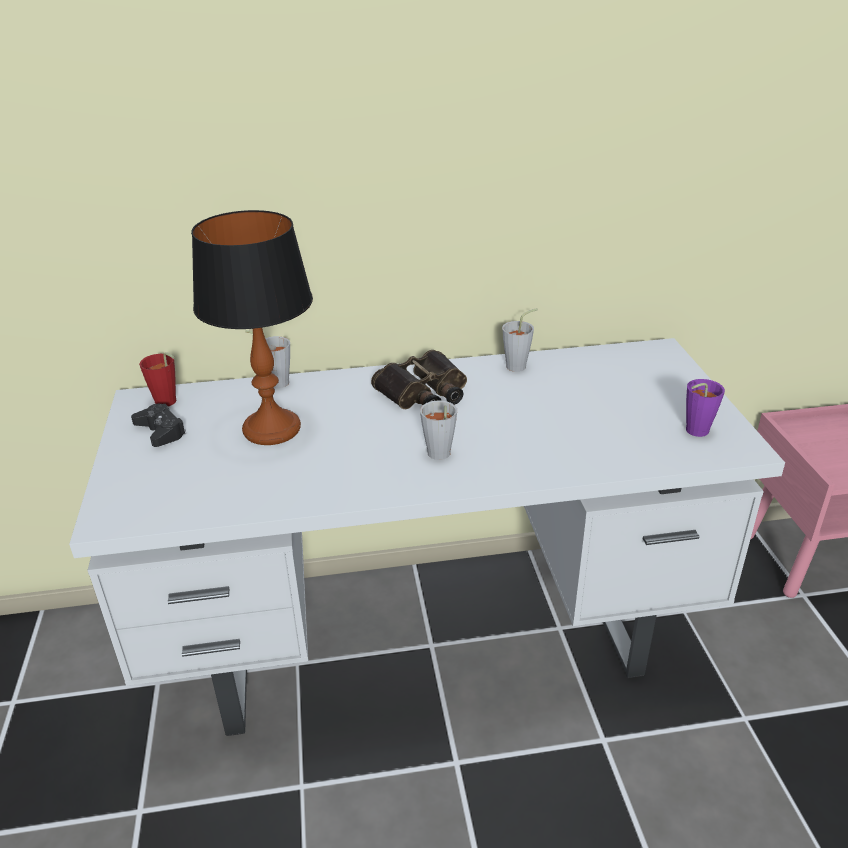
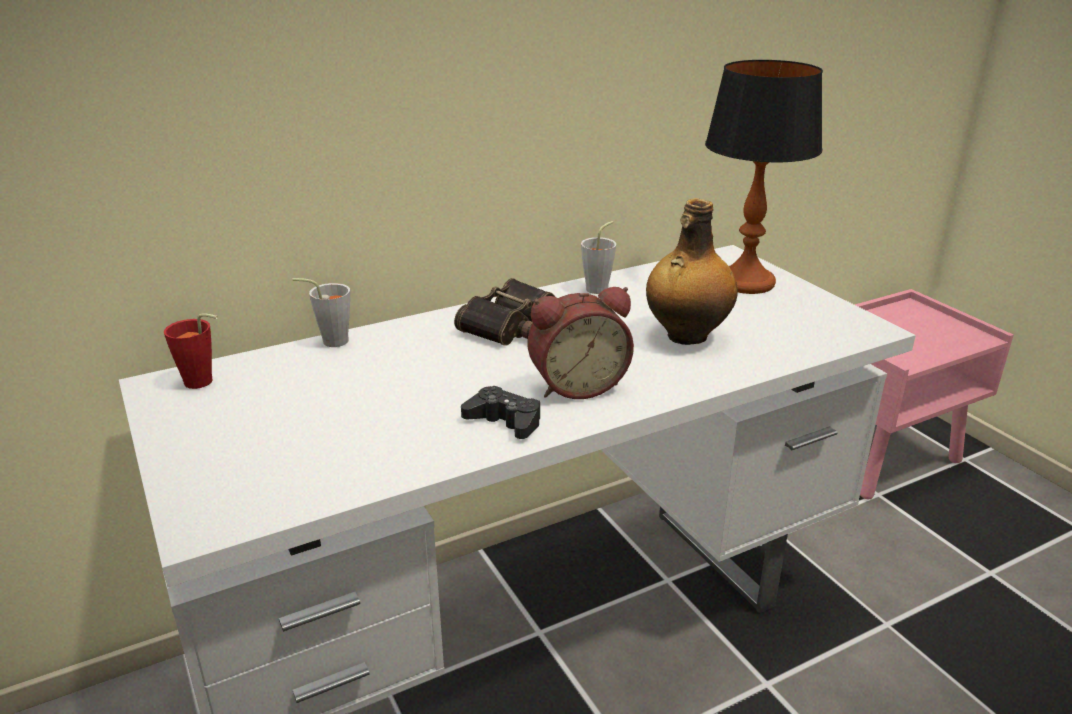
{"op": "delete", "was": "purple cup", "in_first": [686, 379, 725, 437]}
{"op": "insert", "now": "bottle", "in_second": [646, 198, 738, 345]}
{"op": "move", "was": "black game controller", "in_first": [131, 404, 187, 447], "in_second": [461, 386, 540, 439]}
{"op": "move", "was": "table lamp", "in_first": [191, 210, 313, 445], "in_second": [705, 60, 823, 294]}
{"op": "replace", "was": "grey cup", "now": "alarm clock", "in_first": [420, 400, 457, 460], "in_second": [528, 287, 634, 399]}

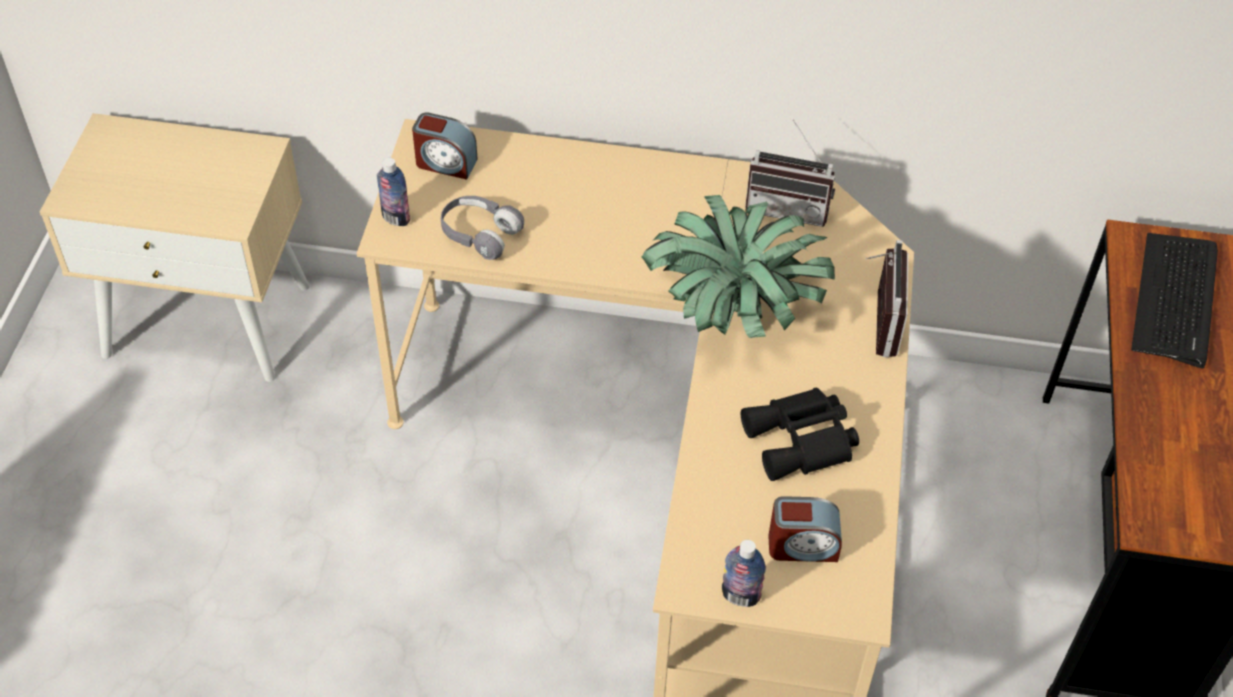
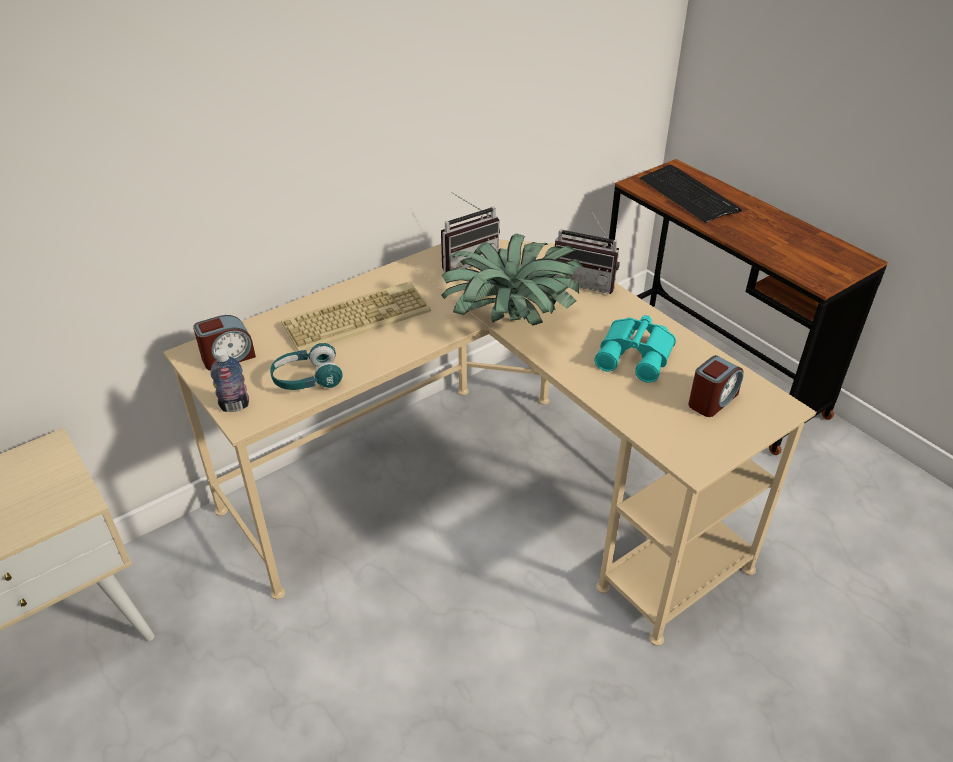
{"op": "delete", "was": "bottle", "in_first": [722, 540, 766, 607]}
{"op": "insert", "now": "keyboard", "in_second": [281, 281, 431, 351]}
{"op": "recolor", "was": "grey headphones", "now": "turquoise headphones", "in_first": [441, 196, 524, 260], "in_second": [270, 343, 343, 390]}
{"op": "recolor", "was": "black binoculars", "now": "turquoise binoculars", "in_first": [741, 388, 859, 481], "in_second": [595, 315, 676, 383]}
{"op": "rotate", "was": "radio", "in_first": [865, 240, 908, 358], "in_second": [553, 208, 620, 294], "clockwise": 150}

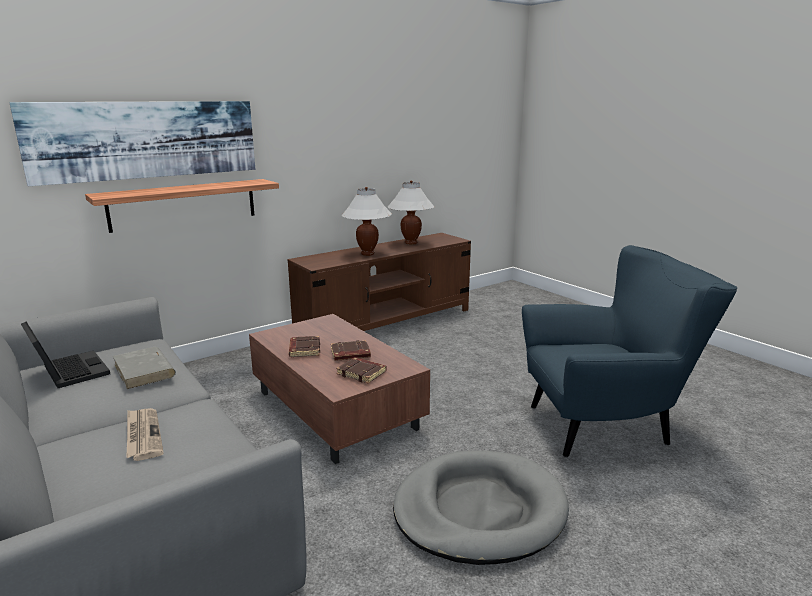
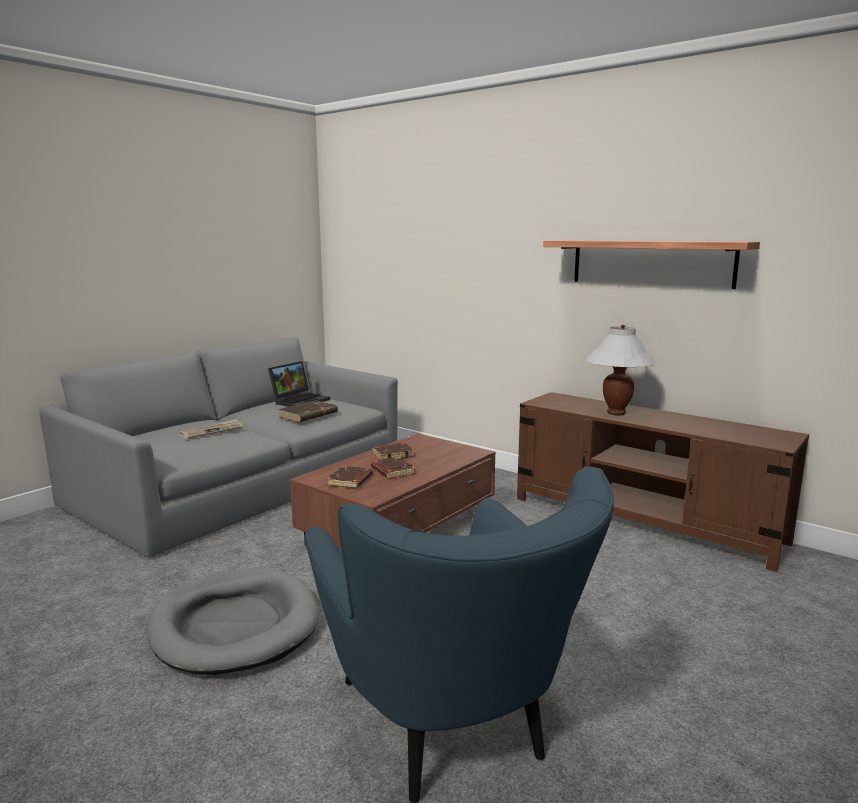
{"op": "delete", "was": "picture", "in_first": [9, 101, 255, 186]}
{"op": "delete", "was": "white table lamp", "in_first": [388, 181, 435, 245]}
{"op": "move", "was": "shelf", "in_first": [85, 179, 279, 233], "in_second": [543, 240, 760, 289]}
{"op": "recolor", "was": "grey book", "now": "brown book", "in_first": [113, 347, 176, 389], "in_second": [278, 400, 338, 422]}

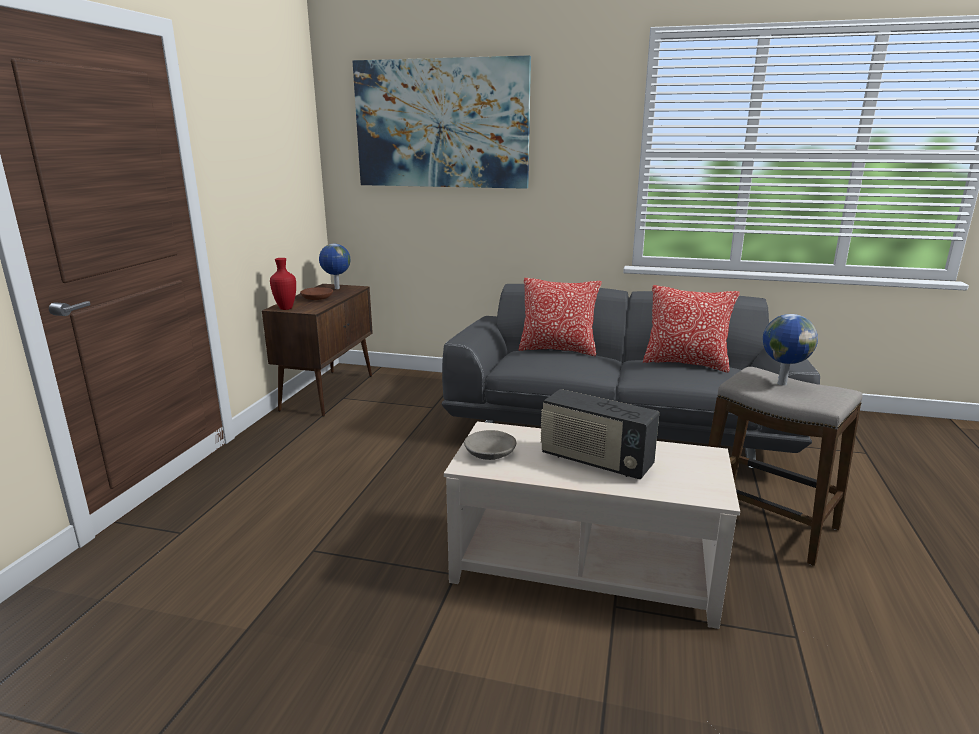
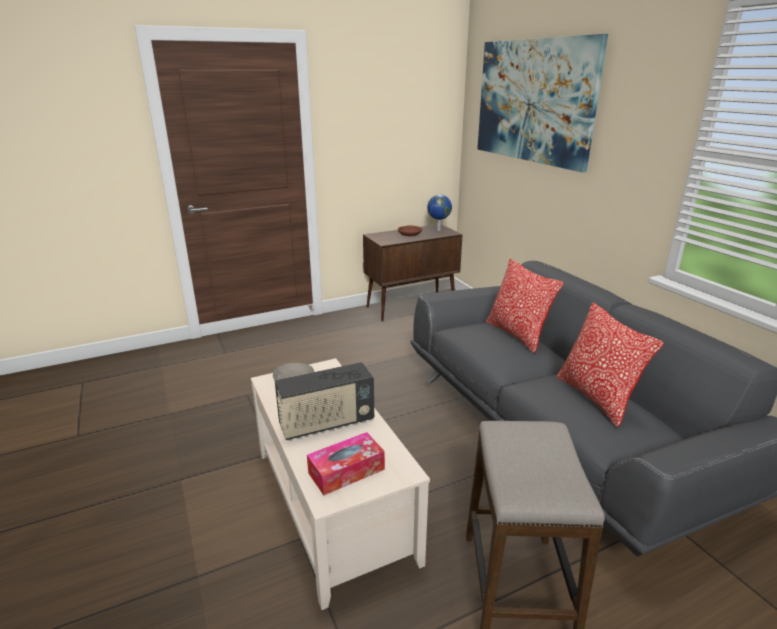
{"op": "delete", "was": "red vase", "in_first": [270, 258, 296, 310]}
{"op": "delete", "was": "globe", "in_first": [763, 314, 818, 386]}
{"op": "insert", "now": "tissue box", "in_second": [307, 432, 385, 495]}
{"op": "rotate", "was": "radio", "in_first": [540, 389, 659, 479], "in_second": [275, 362, 374, 440], "clockwise": -105}

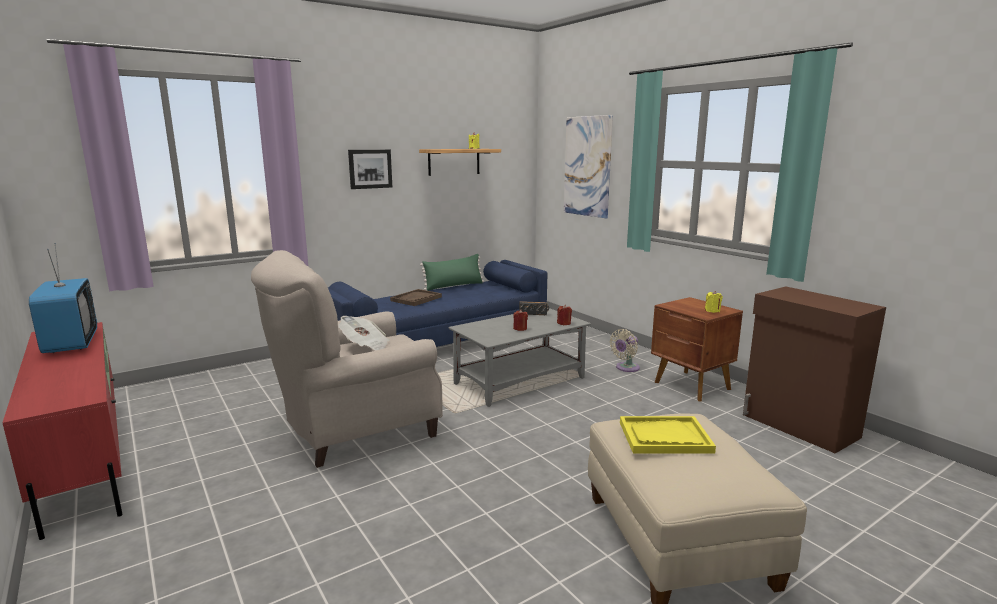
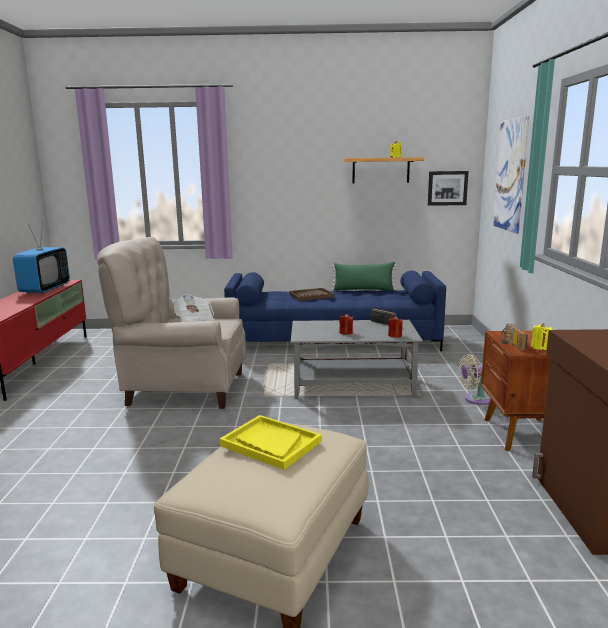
{"op": "insert", "now": "radio", "in_second": [501, 324, 528, 351]}
{"op": "move", "was": "picture", "in_first": [348, 150, 392, 189], "in_second": [428, 171, 469, 206]}

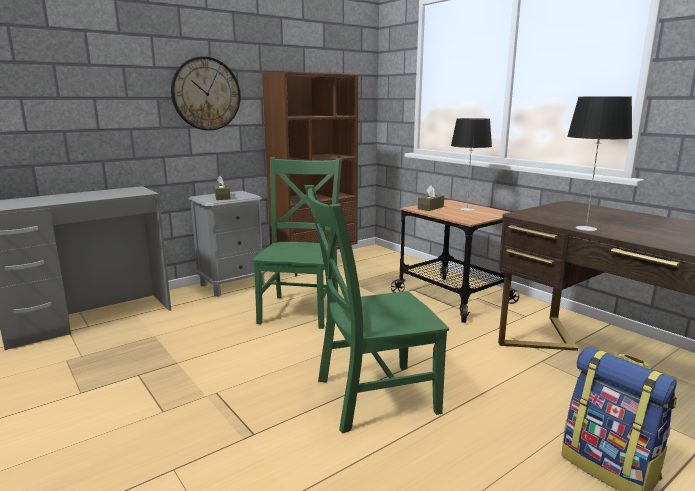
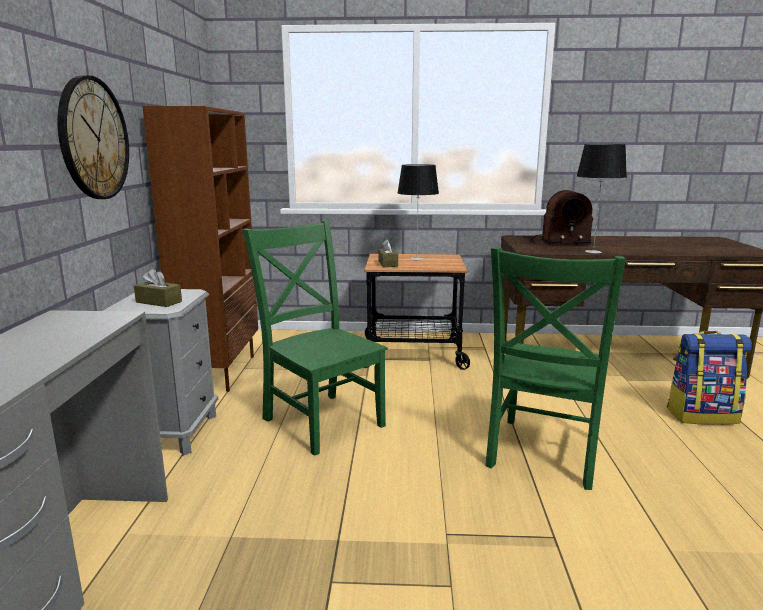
{"op": "insert", "now": "radio", "in_second": [523, 190, 593, 245]}

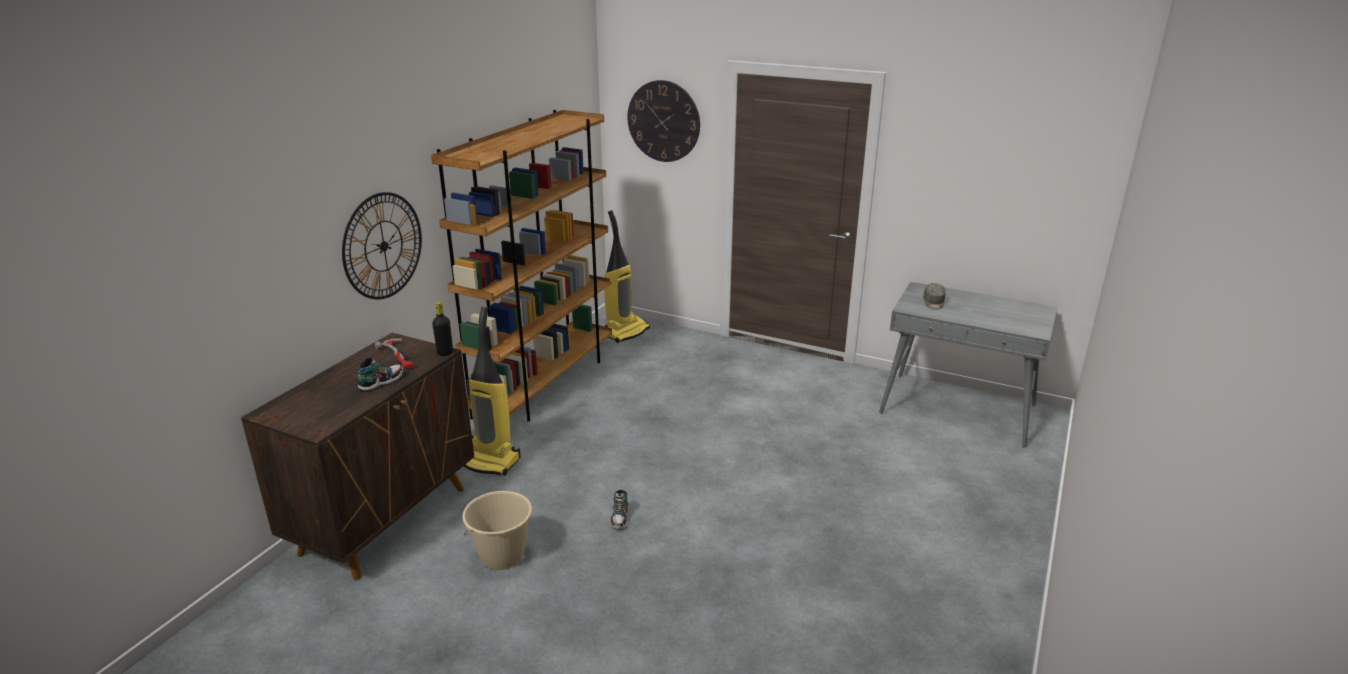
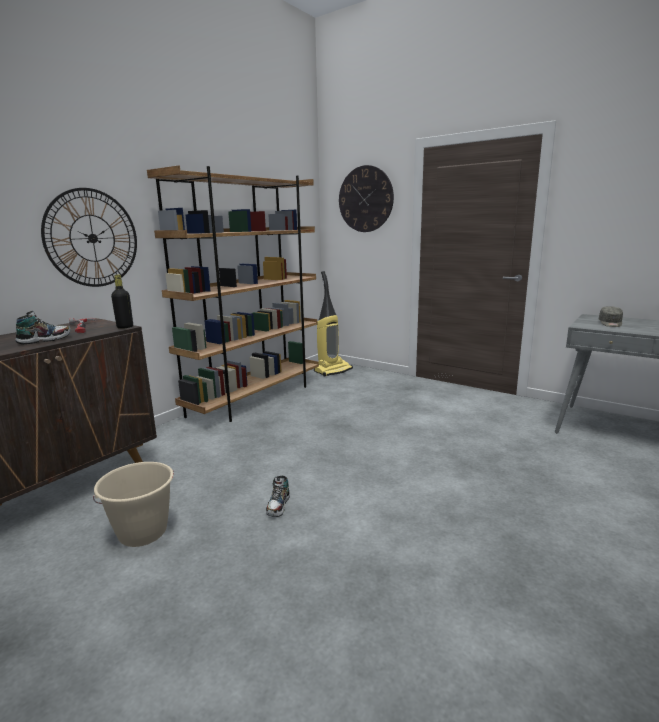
{"op": "delete", "was": "vacuum cleaner", "in_first": [464, 307, 521, 476]}

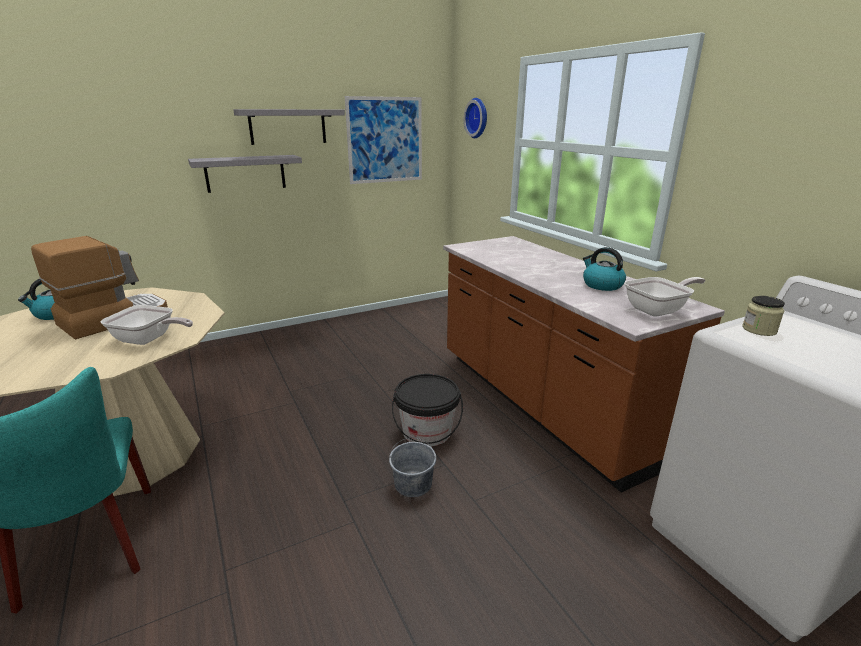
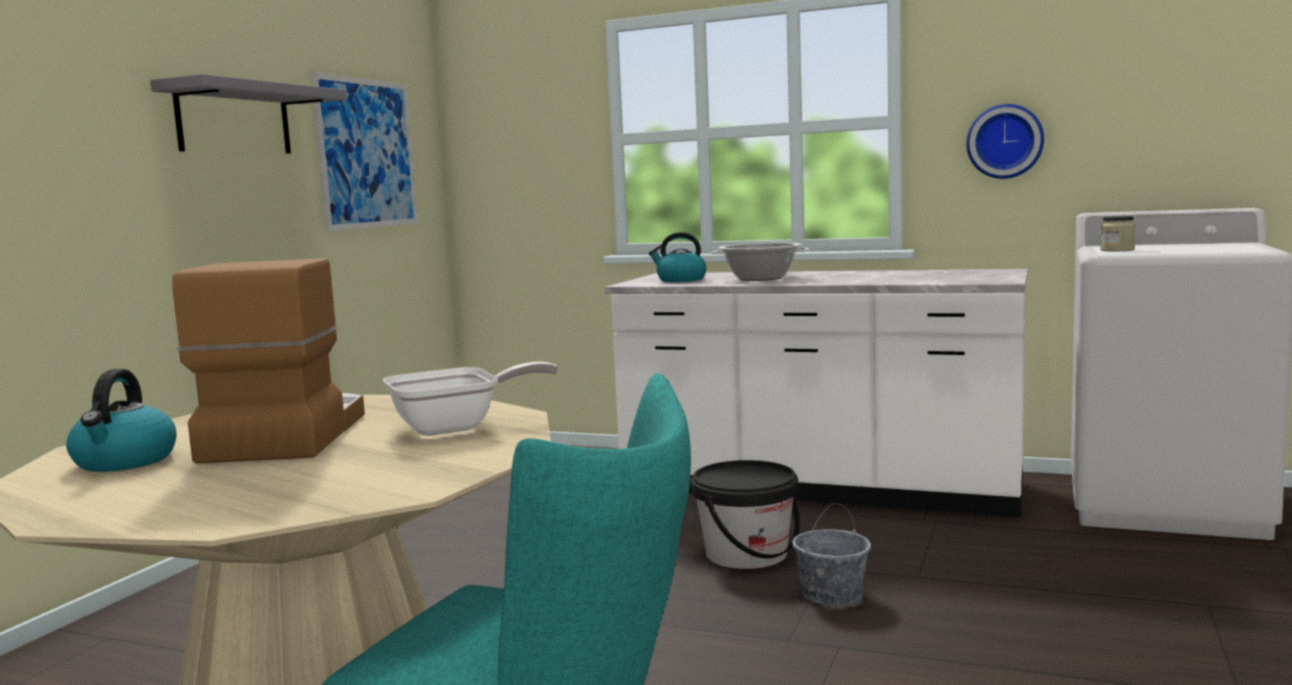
{"op": "delete", "was": "grey shelf", "in_first": [188, 155, 302, 193]}
{"op": "delete", "was": "frying pan", "in_first": [625, 277, 705, 317]}
{"op": "insert", "now": "cooking pot", "in_second": [711, 243, 809, 281]}
{"op": "move", "was": "wall clock", "in_first": [464, 98, 487, 138], "in_second": [966, 104, 1044, 179]}
{"op": "move", "was": "kettle", "in_first": [583, 247, 626, 291], "in_second": [648, 232, 707, 282]}
{"op": "recolor", "was": "brown counter", "now": "white counter", "in_first": [443, 236, 725, 493], "in_second": [605, 269, 1028, 517]}

